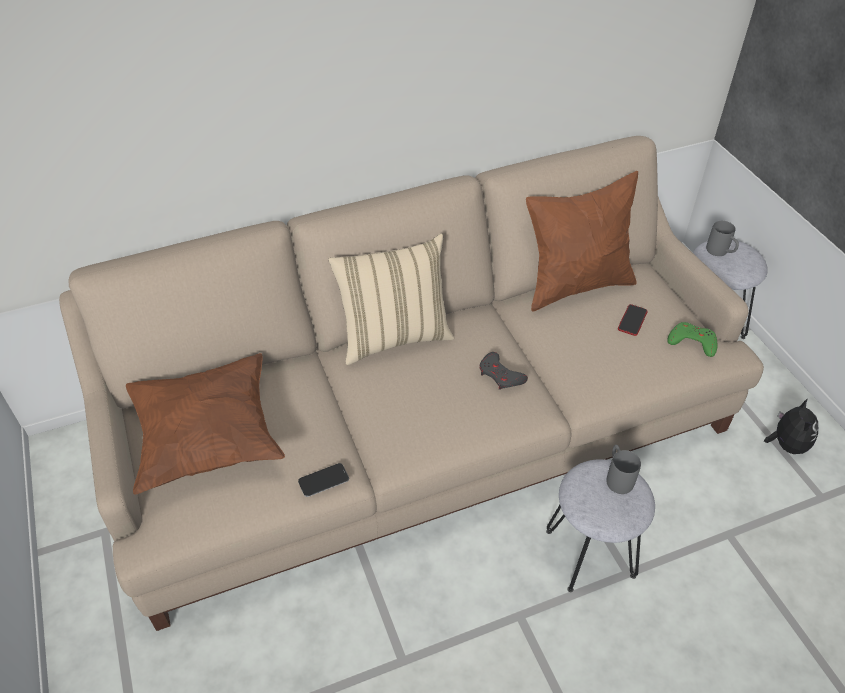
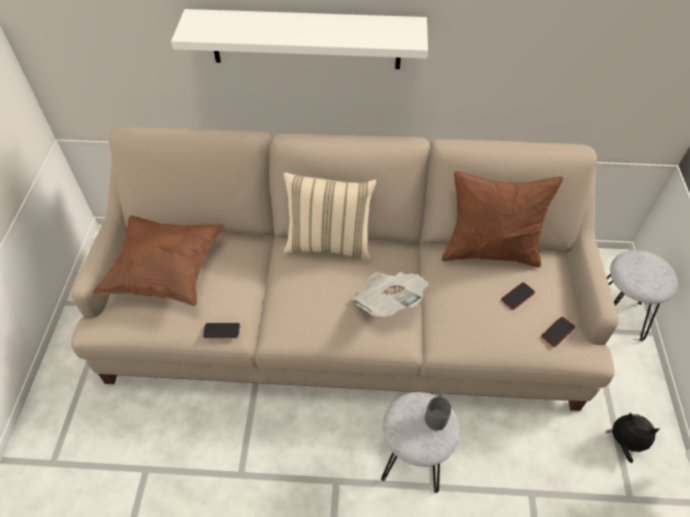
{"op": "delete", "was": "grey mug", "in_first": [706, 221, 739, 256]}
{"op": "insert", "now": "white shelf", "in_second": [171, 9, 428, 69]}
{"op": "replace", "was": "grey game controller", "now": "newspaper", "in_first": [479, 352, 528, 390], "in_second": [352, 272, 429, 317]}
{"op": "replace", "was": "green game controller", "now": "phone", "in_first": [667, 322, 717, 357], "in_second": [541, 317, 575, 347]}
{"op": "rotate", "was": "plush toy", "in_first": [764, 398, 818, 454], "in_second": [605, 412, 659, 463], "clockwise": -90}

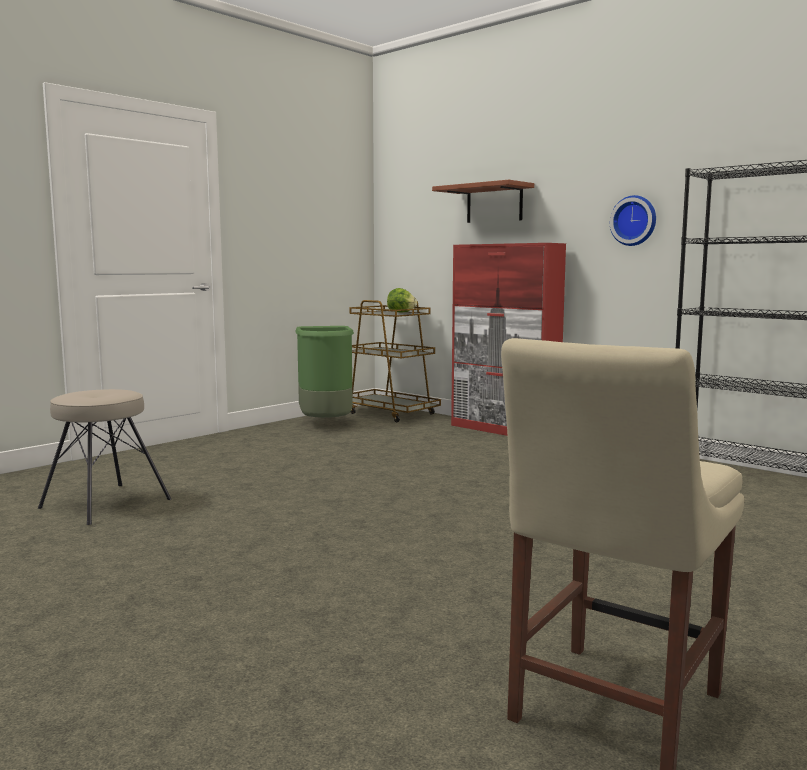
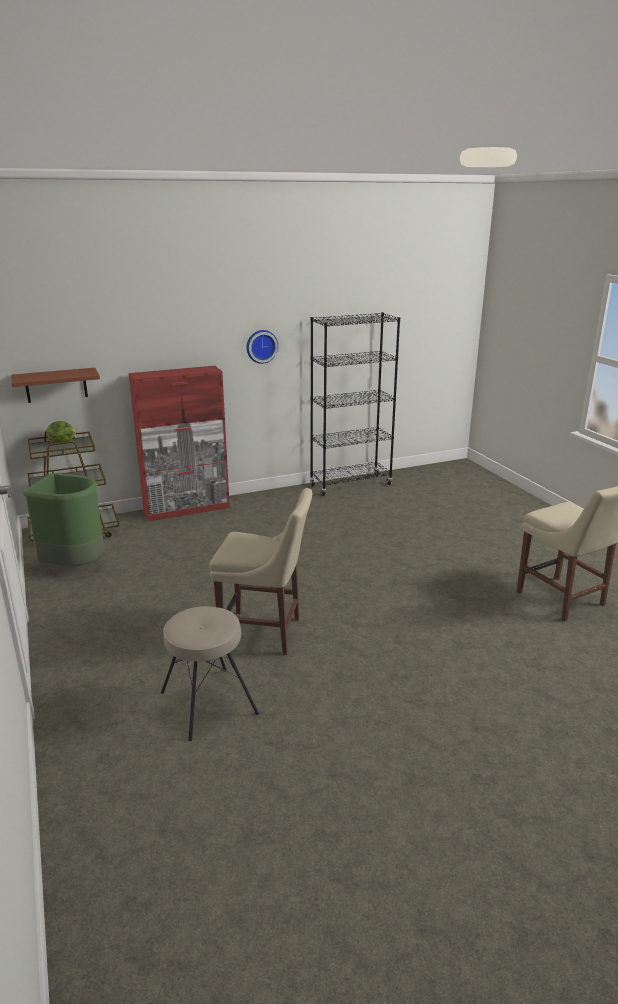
{"op": "insert", "now": "beige chair", "in_second": [209, 488, 312, 655]}
{"op": "move", "was": "brown shelf", "in_first": [432, 180, 534, 223], "in_second": [11, 368, 100, 403]}

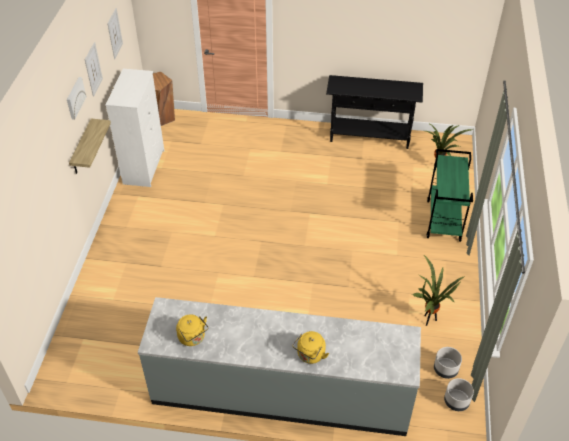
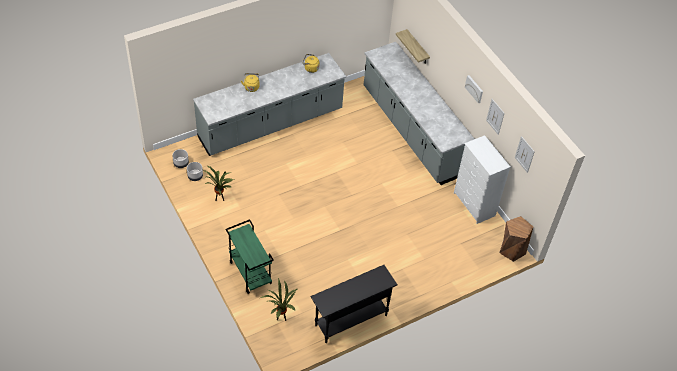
{"op": "insert", "now": "grey counter", "in_second": [364, 42, 474, 185]}
{"op": "move", "was": "shelf", "in_first": [69, 119, 111, 174], "in_second": [396, 29, 430, 64]}

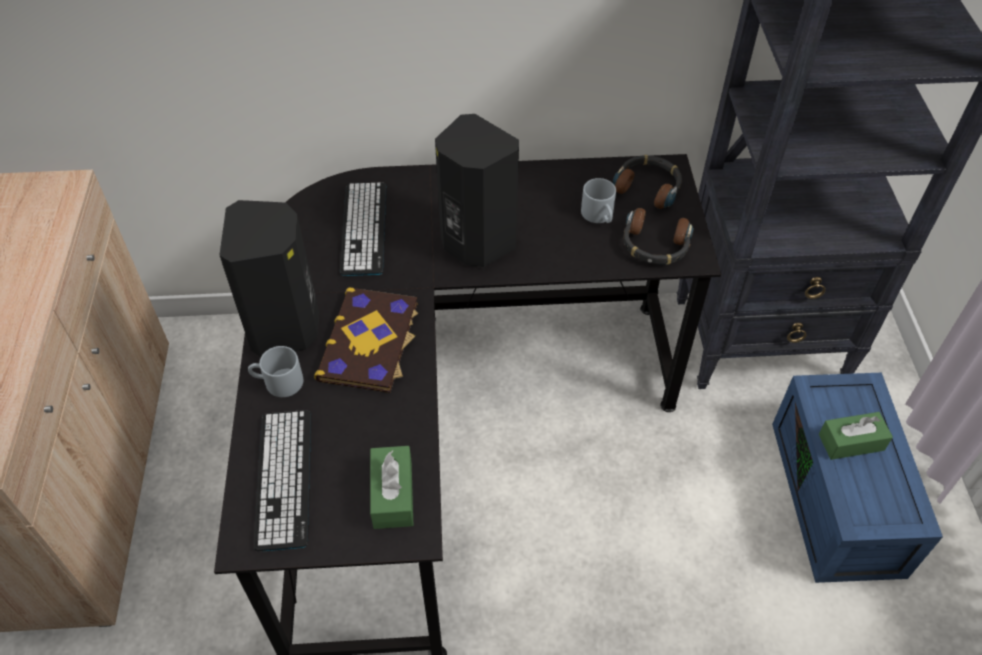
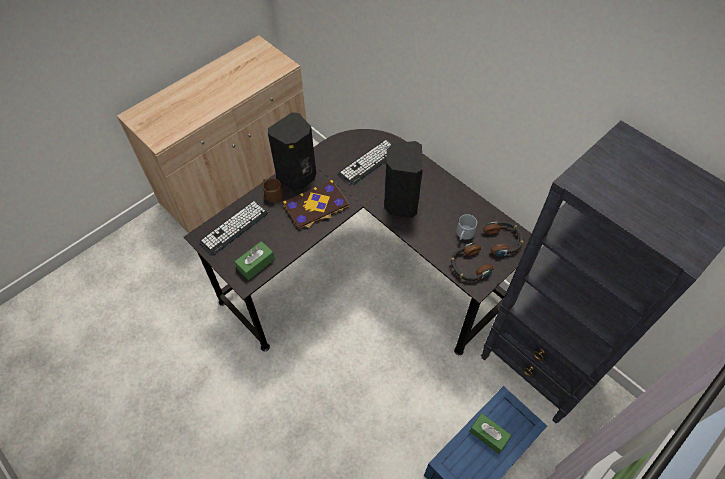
{"op": "recolor", "was": "grey mug", "now": "brown mug", "in_first": [248, 346, 303, 397], "in_second": [263, 178, 283, 203]}

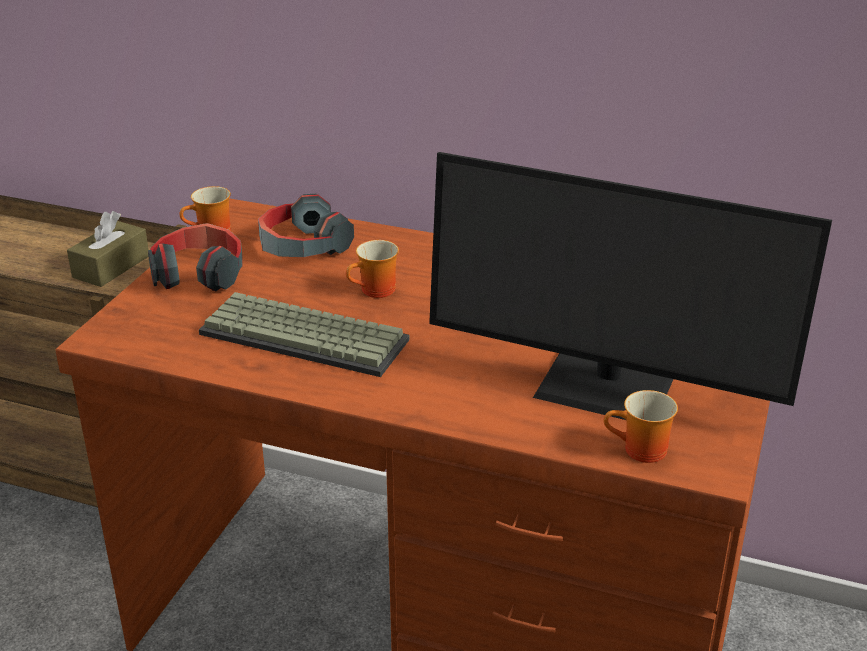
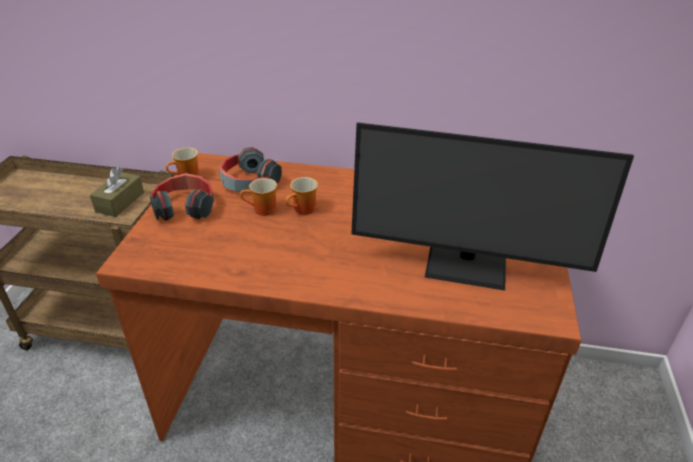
{"op": "delete", "was": "keyboard", "in_first": [199, 292, 409, 377]}
{"op": "move", "was": "mug", "in_first": [603, 390, 678, 463], "in_second": [240, 178, 277, 216]}

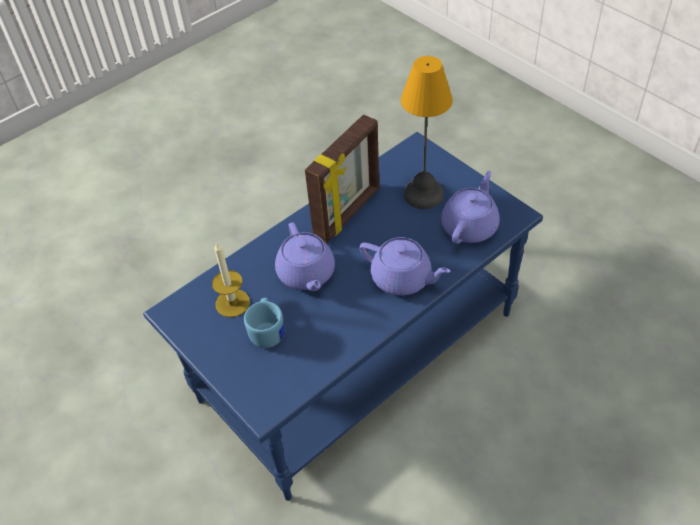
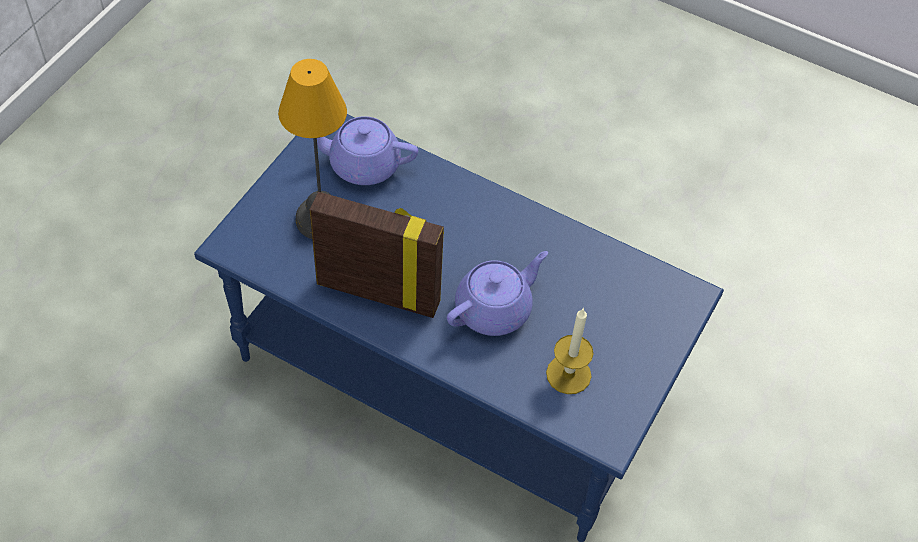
{"op": "delete", "was": "blue mug", "in_first": [244, 298, 284, 348]}
{"op": "delete", "was": "purple teapot", "in_first": [359, 237, 450, 296]}

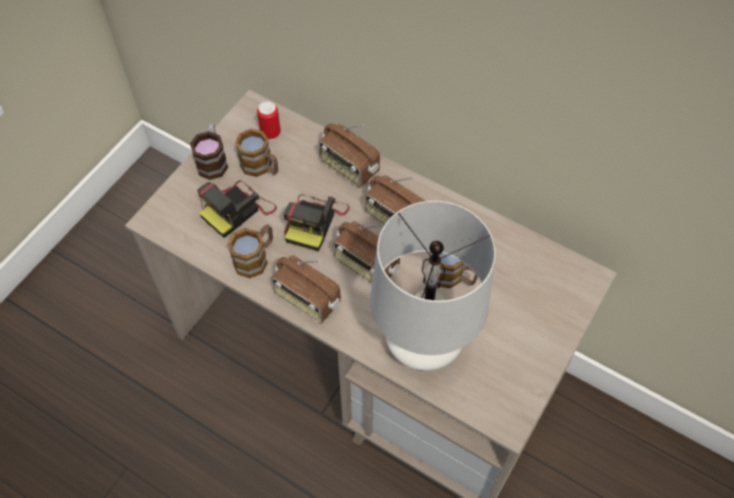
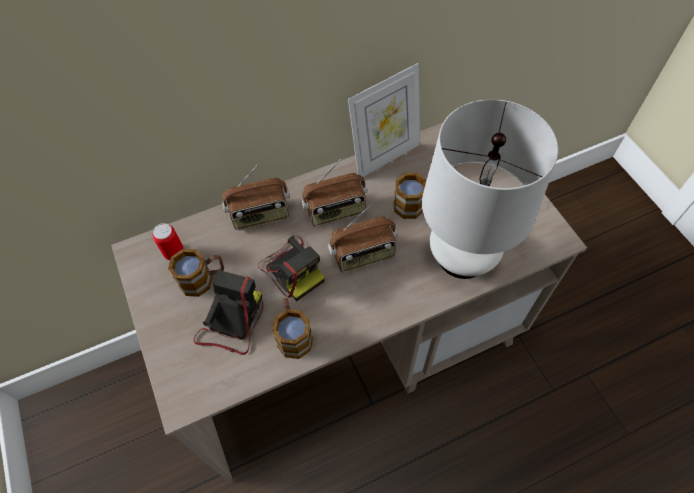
{"op": "delete", "was": "mug", "in_first": [190, 124, 228, 180]}
{"op": "delete", "was": "radio", "in_first": [272, 255, 341, 324]}
{"op": "insert", "now": "picture frame", "in_second": [348, 63, 420, 177]}
{"op": "rotate", "was": "photo camera", "in_first": [197, 181, 277, 238], "in_second": [194, 270, 263, 355], "clockwise": -150}

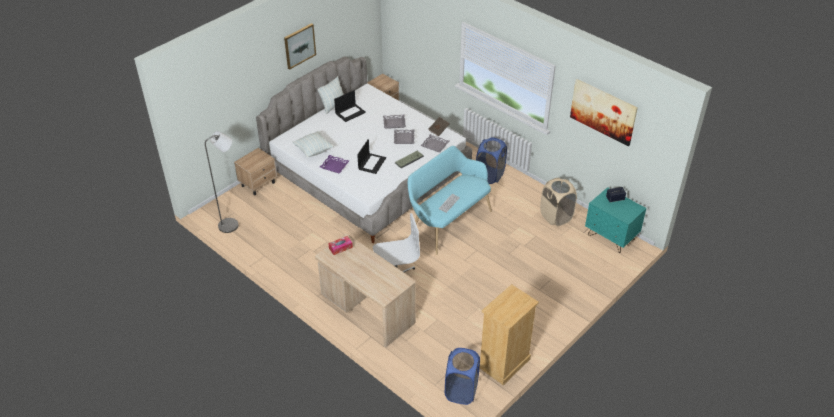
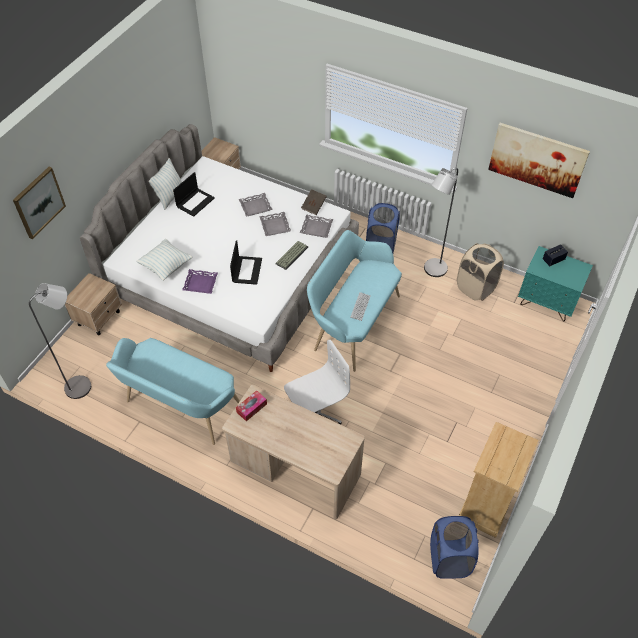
{"op": "insert", "now": "turquoise bench", "in_second": [106, 338, 240, 445]}
{"op": "insert", "now": "grey floor lamp", "in_second": [424, 168, 458, 277]}
{"op": "move", "was": "picture", "in_first": [284, 23, 316, 69], "in_second": [13, 167, 66, 239]}

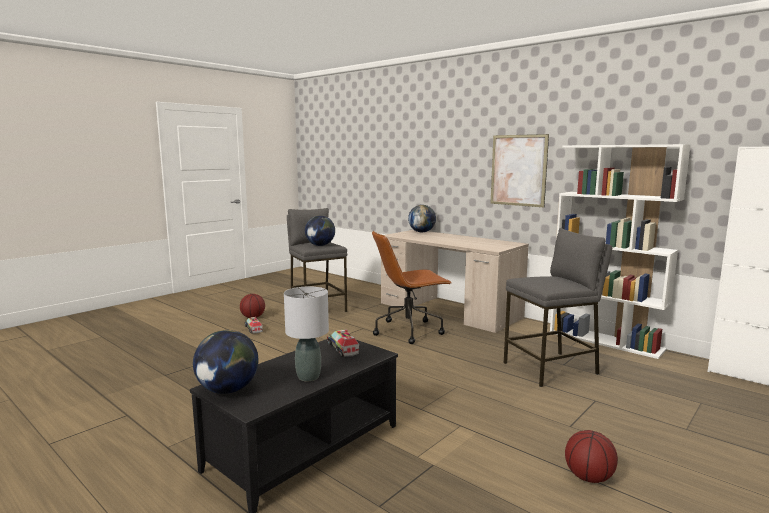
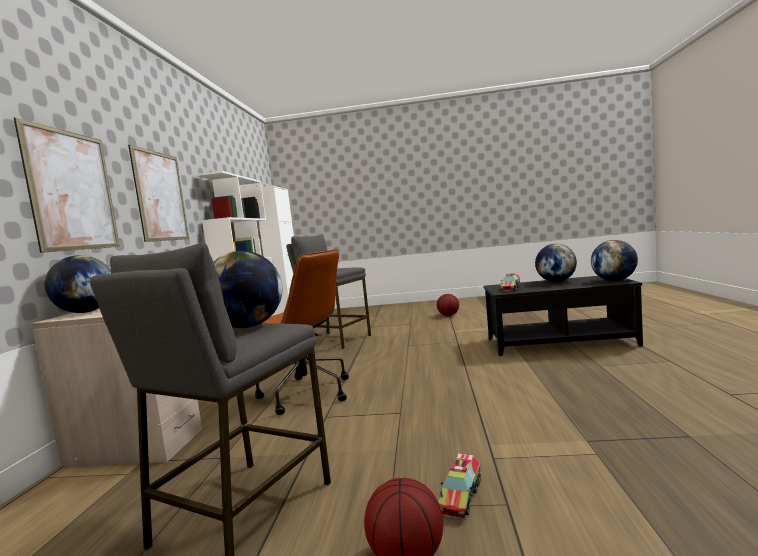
{"op": "insert", "now": "picture", "in_second": [14, 117, 120, 253]}
{"op": "replace", "was": "grey table lamp", "now": "globe", "in_first": [284, 287, 329, 381], "in_second": [535, 244, 577, 282]}

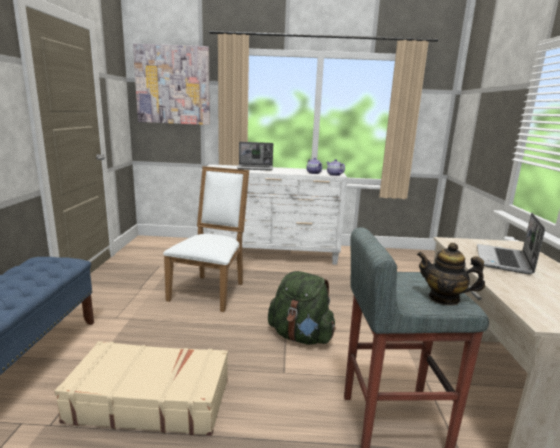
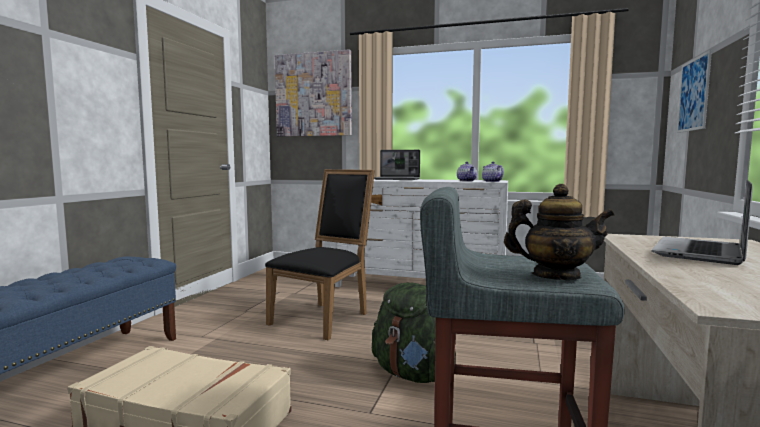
{"op": "insert", "now": "picture", "in_second": [677, 50, 712, 133]}
{"op": "recolor", "was": "white chair", "now": "black chair", "in_first": [163, 166, 249, 312], "in_second": [265, 169, 375, 340]}
{"op": "rotate", "was": "teapot", "in_first": [417, 243, 485, 305], "in_second": [504, 184, 615, 280], "clockwise": 150}

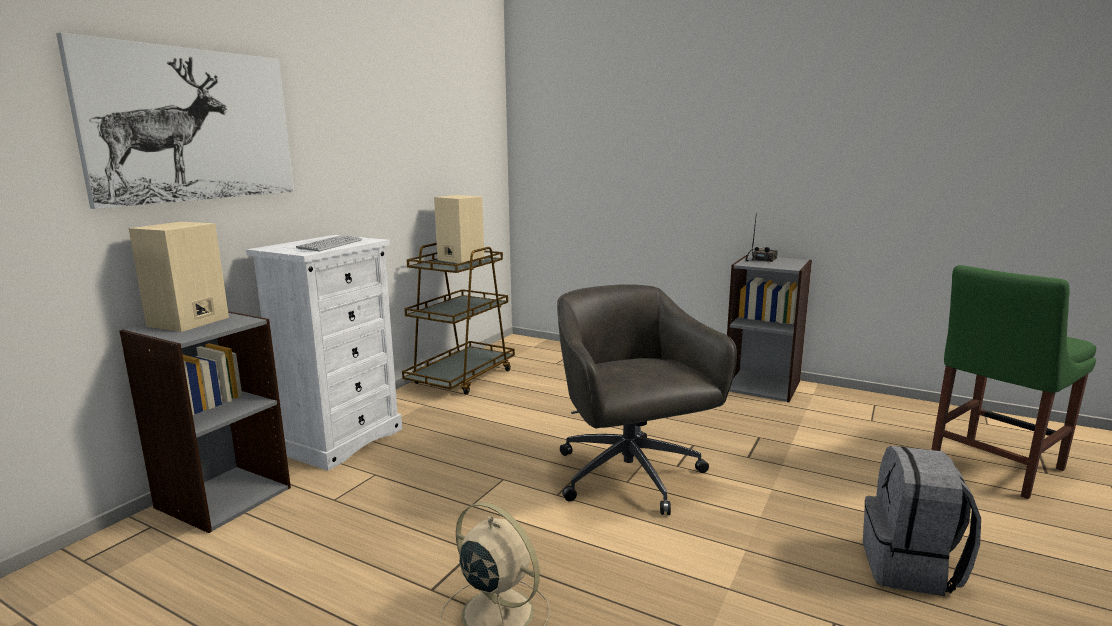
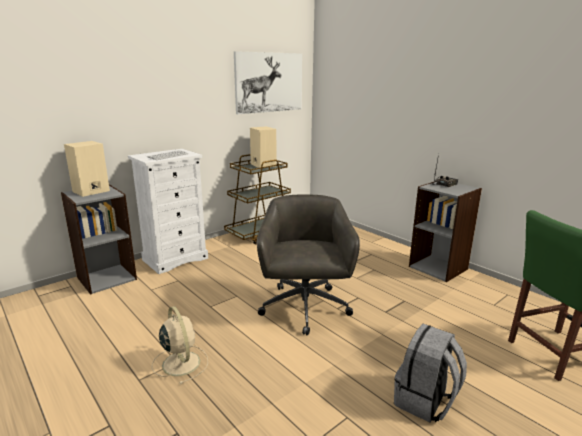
{"op": "move", "was": "picture", "in_first": [56, 32, 294, 209], "in_second": [234, 51, 302, 114]}

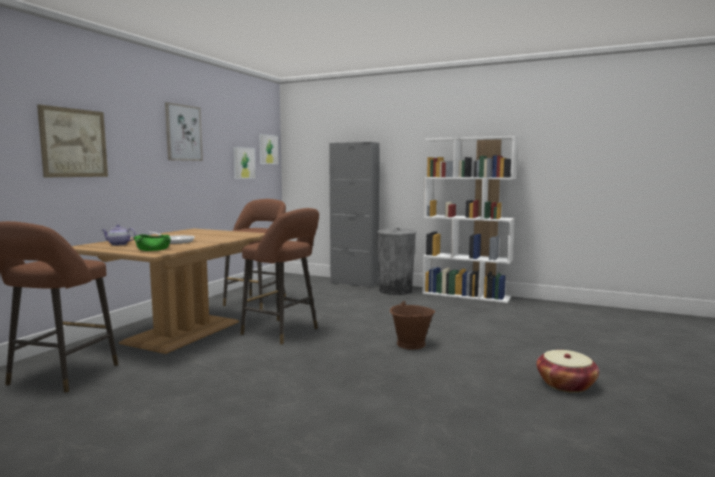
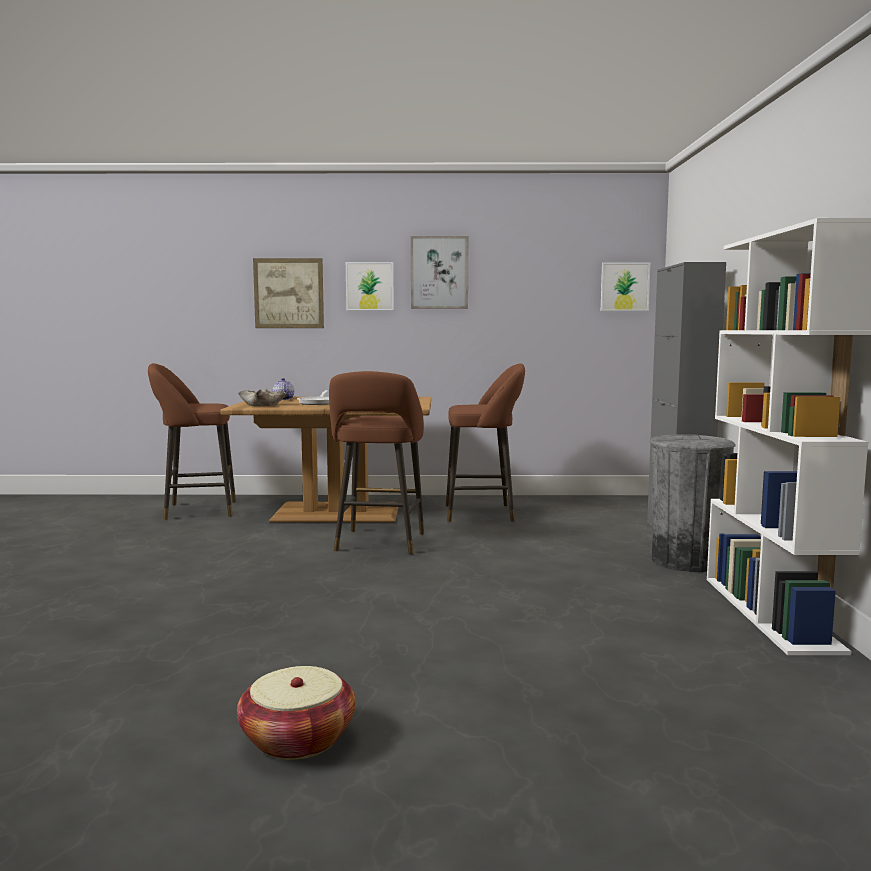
{"op": "delete", "was": "brown bucket", "in_first": [390, 301, 435, 349]}
{"op": "move", "was": "picture", "in_first": [233, 147, 256, 179], "in_second": [346, 262, 394, 311]}
{"op": "recolor", "was": "green bowl", "now": "beige bowl", "in_first": [134, 234, 171, 251], "in_second": [238, 389, 287, 406]}

